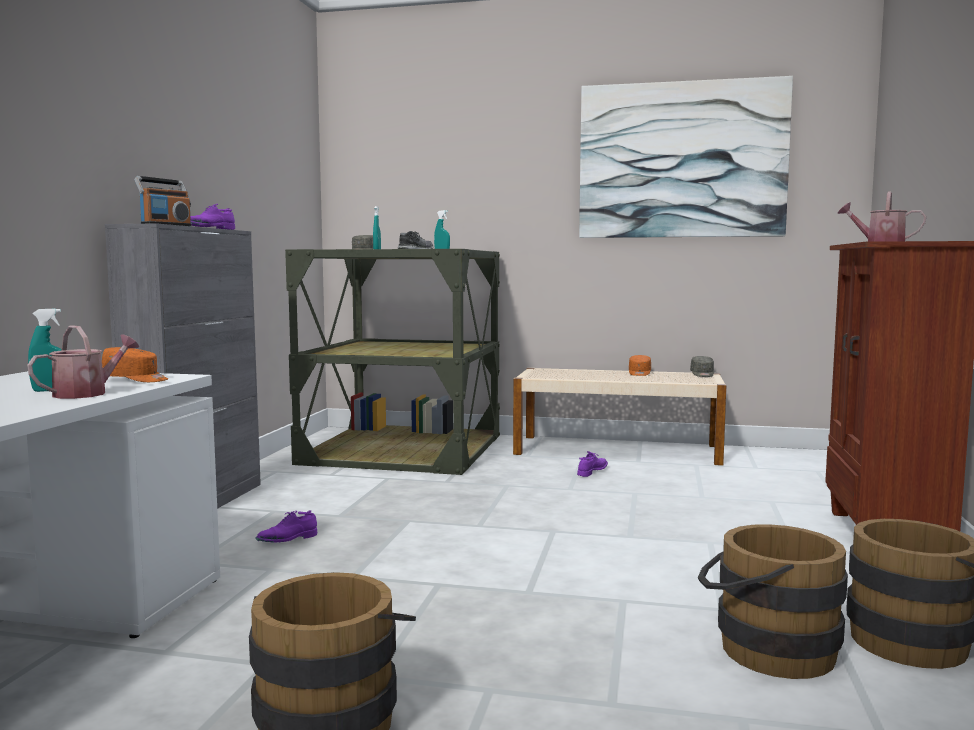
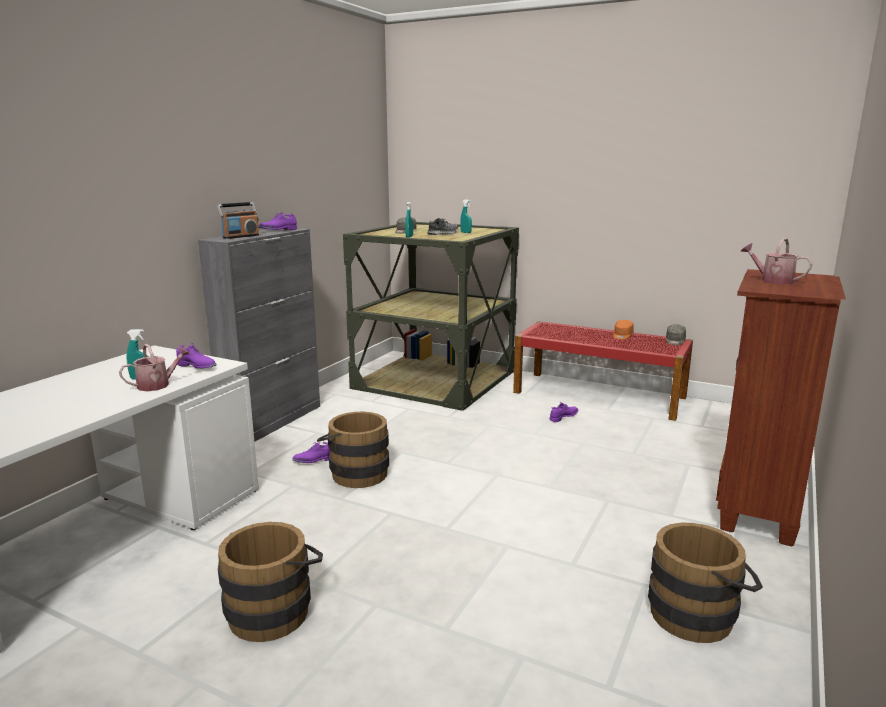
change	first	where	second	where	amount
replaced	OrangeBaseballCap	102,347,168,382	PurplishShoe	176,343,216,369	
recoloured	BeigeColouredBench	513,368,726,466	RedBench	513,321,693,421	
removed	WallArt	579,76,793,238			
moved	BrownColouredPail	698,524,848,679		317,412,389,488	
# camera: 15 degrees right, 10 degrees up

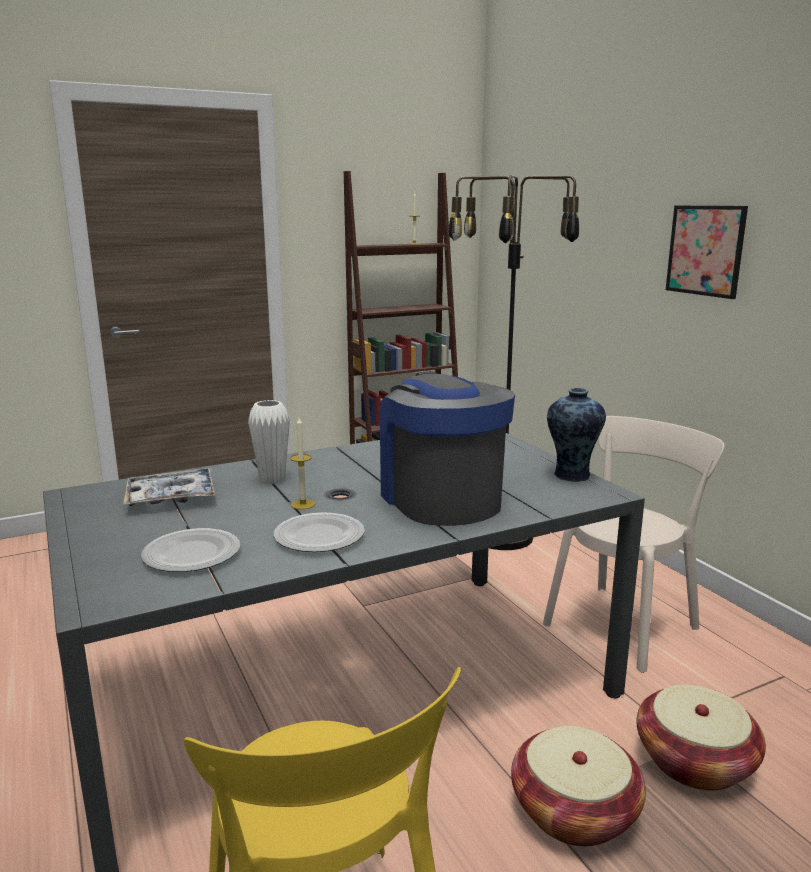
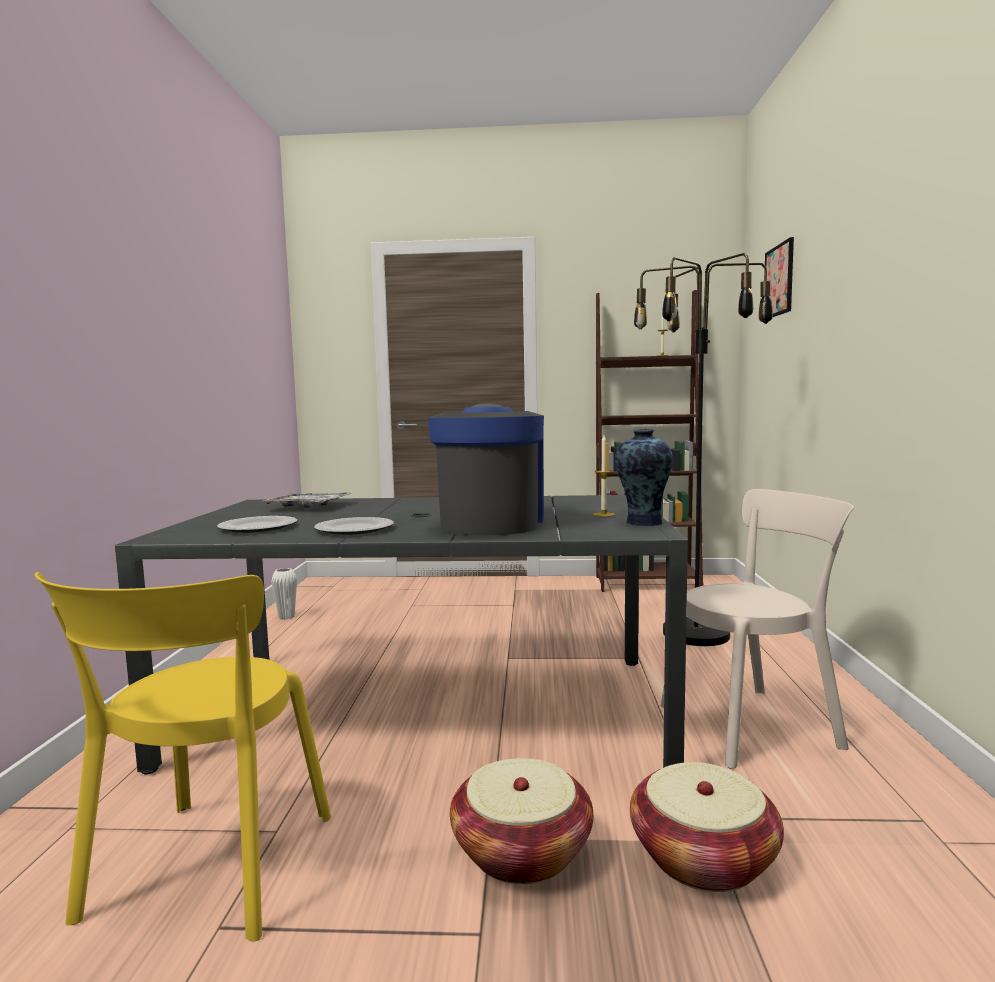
change	first	where	second	where	amount
moved	WhiteColouredDecorativeVase	248,400,290,484		271,568,297,620	
moved	Candle	290,418,315,509		593,435,615,517	
moved	WallArt	666,206,748,299		765,237,794,317	
# camera: 30 degrees right, 10 degrees down

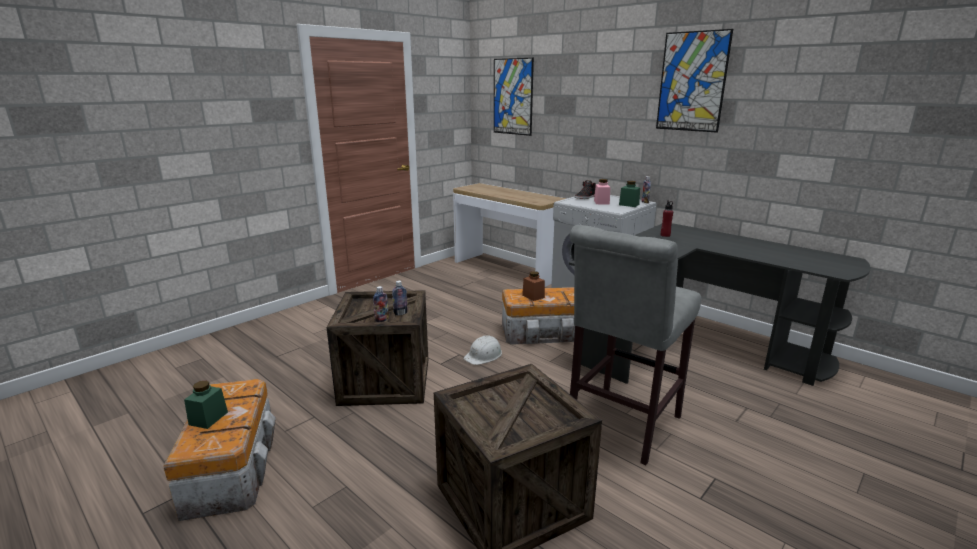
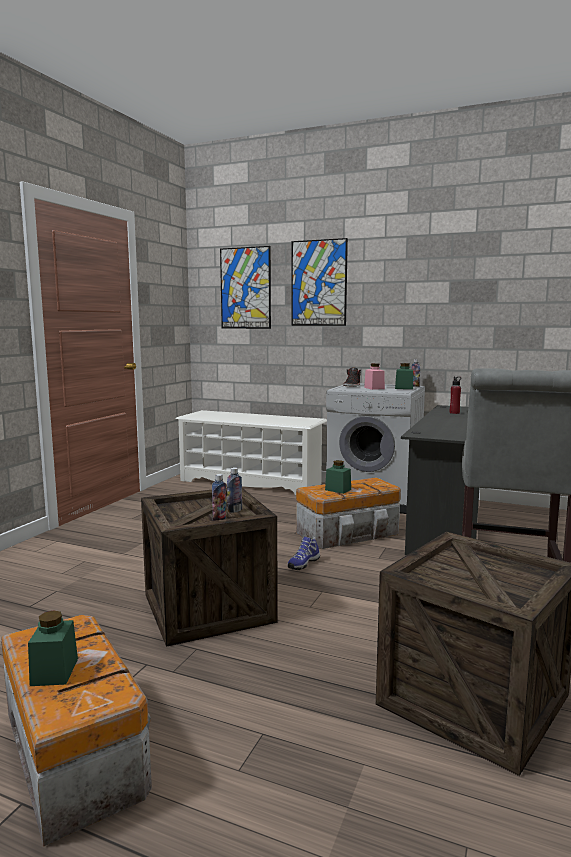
change	first	where	second	where	amount
replaced	NarrowTable	453,183,567,287	WhiteColouredShoeStand	176,410,327,495	
replaced	WhiteColouredSafetyHelmet	464,335,502,365	Shoe	288,537,320,570	
recoloured	BrownColouredPreserveJar	522,271,545,301	GreenColouredPreserveJar	325,460,351,494	
moved	WallArt	656,29,733,133		291,238,348,326	
# camera: 20 degrees left, 10 degrees down

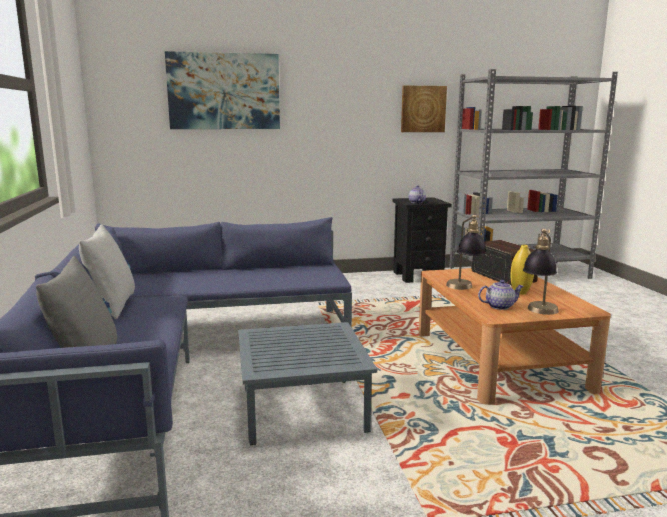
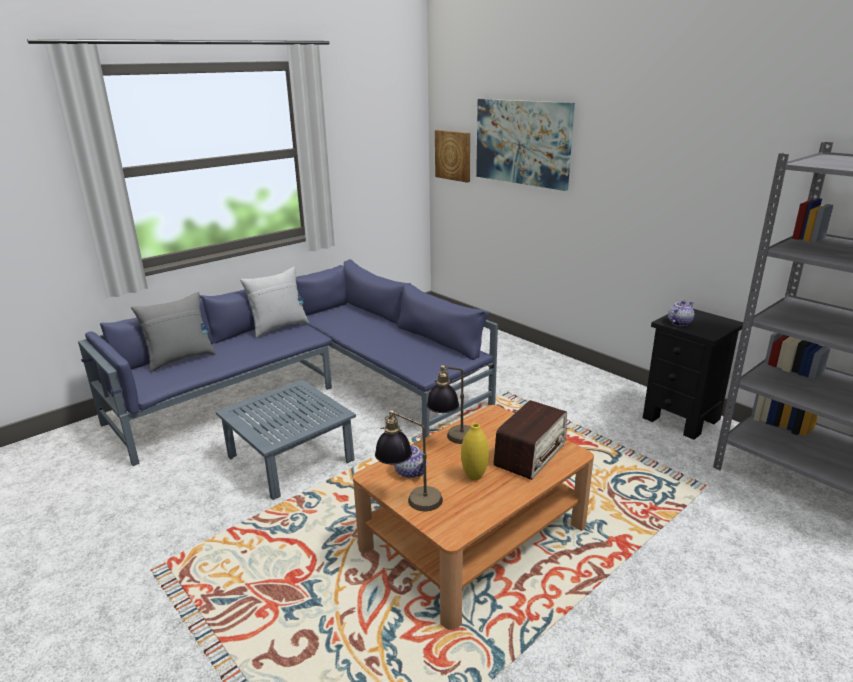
change	first	where	second	where	amount
moved	WallArt	401,86,447,132		435,130,470,182	
# camera: 60 degrees right, 10 degrees up

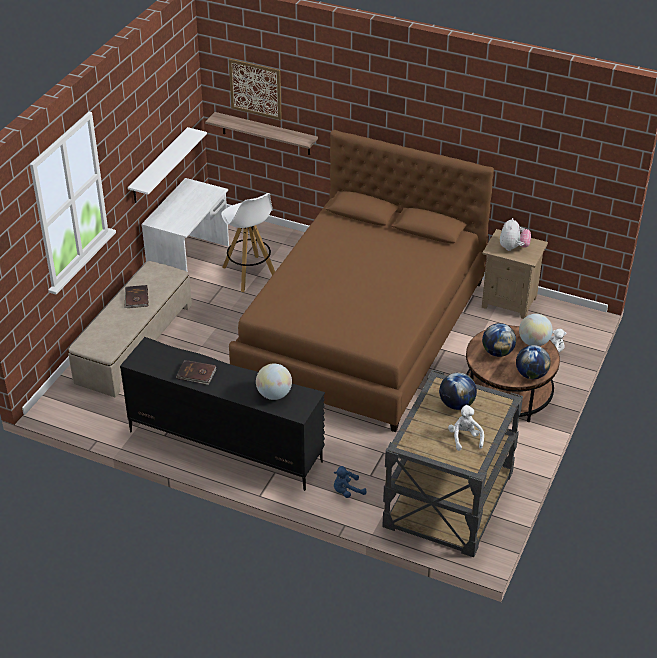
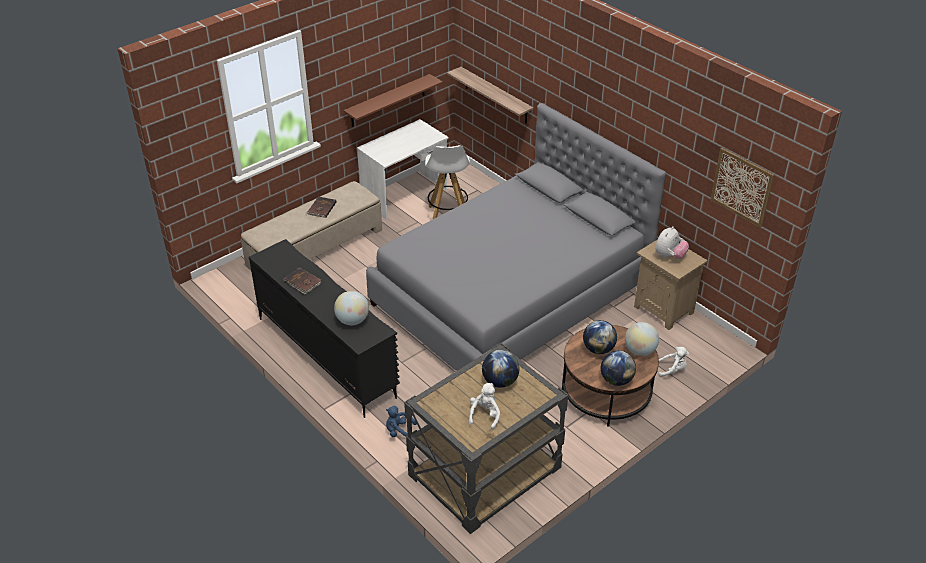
change	first	where	second	where	amount
recoloured	WhiteColouredShelf	128,127,207,203	BrownColouredShelf	344,74,443,127	
moved	WallArt	229,59,282,120		711,148,774,228	
recoloured	BrownColouredBedroomBed	229,130,494,432	GreyBedroomBed	366,103,666,371	
# camera: 25 degrees right, 0 degrees up

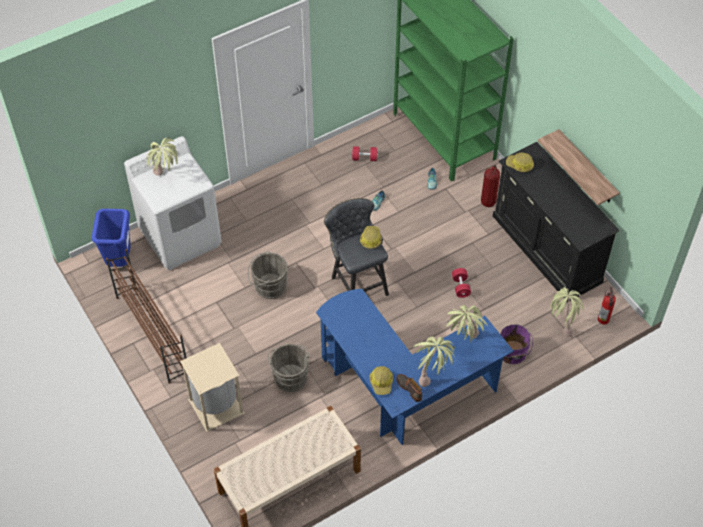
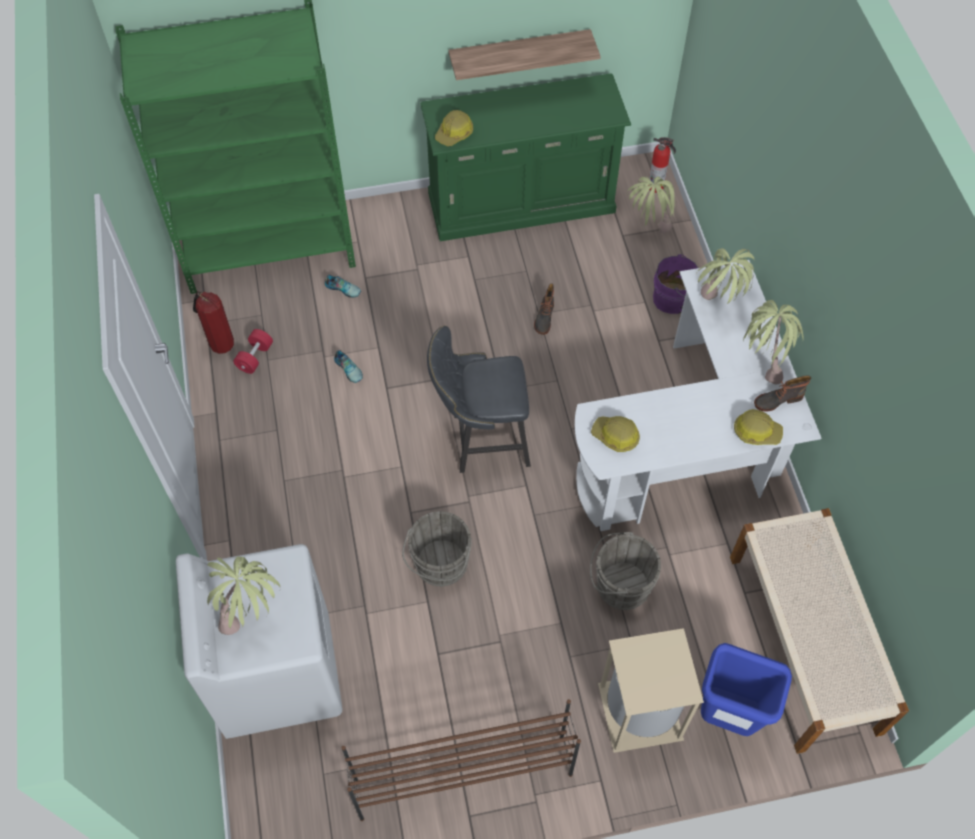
change	first	where	second	where	amount
moved	BlueWasteBin	92,209,130,267		701,643,792,736	
recoloured	BlueDeskTable	316,289,514,445	WhiteColouredDeskTable	575,260,821,531	
moved	SafetyHelmet	360,226,382,249		591,416,640,452	
replaced	RedFreeWeight	452,268,471,298	TallBoot	534,283,554,335	
moved	FireFightingCylinder	481,165,500,207		193,291,234,354	
recoloured	BlackishStorageCabinet	493,142,619,302	GreenColouredStorageCabinet	420,73,631,241	
# camera: 70 degrees left, 5 degrees up

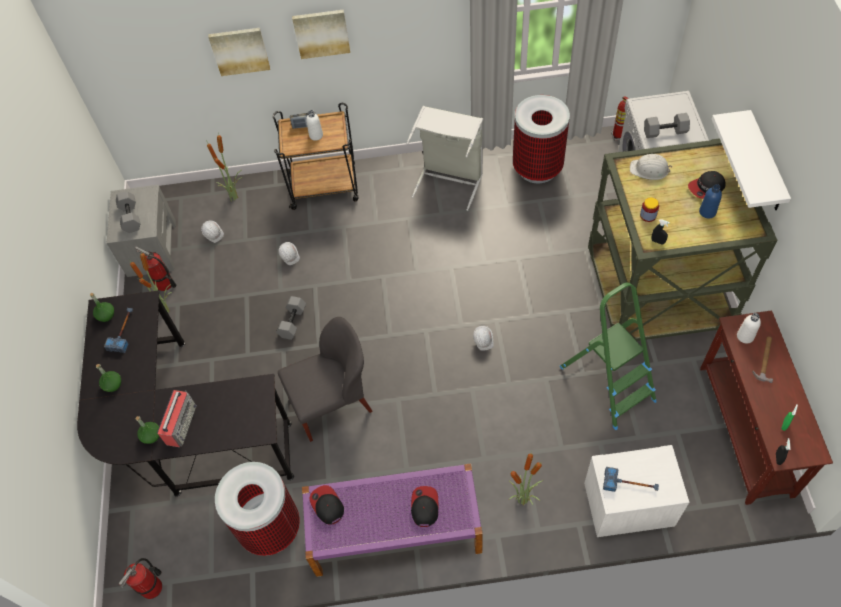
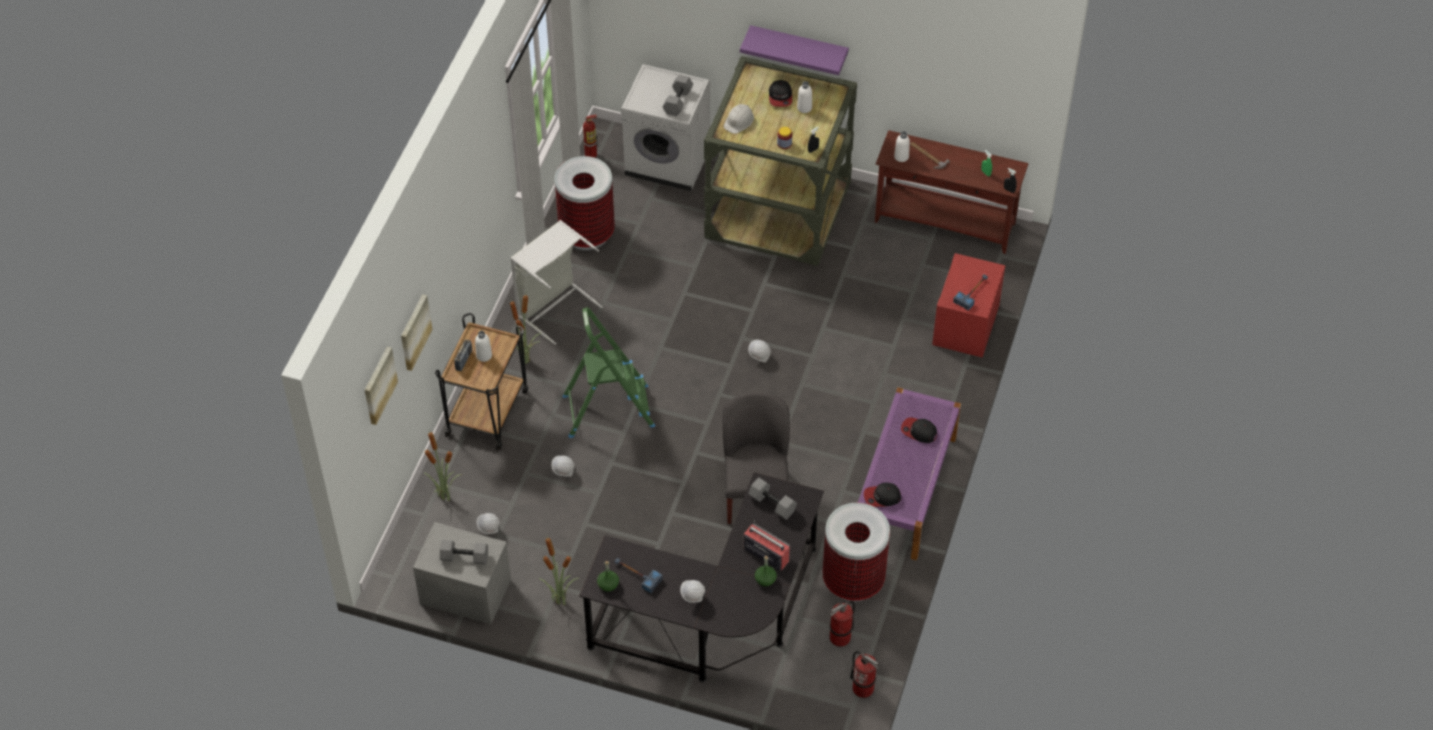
change	first	where	second	where	amount
replaced	GreenColouredBottle	96,364,121,392	WhiteColouredSafetyHelmet	680,580,705,603	
moved	FireFightingCylinder	135,246,176,291		830,601,855,647	
moved	GreyFreeWeight	276,296,306,340		748,478,797,520	
moved	WallArt	292,9,350,59		365,346,398,425	
moved	PottedPlant	509,452,543,505		510,295,541,364	
moved	GreenColouredStepStool	560,283,657,430		563,307,655,438	
recoloured	WhiteColouredNightTable	584,445,689,537	RedNightTable	932,253,1005,358	
recoloured	BlueBottle	699,184,722,218	WhiteColouredBottle	797,81,812,113	
recoloured	WhiteColouredShelf	712,110,791,210	PurplishShelf	740,25,849,75	
# camera: 70 degrees left, 5 degrees down

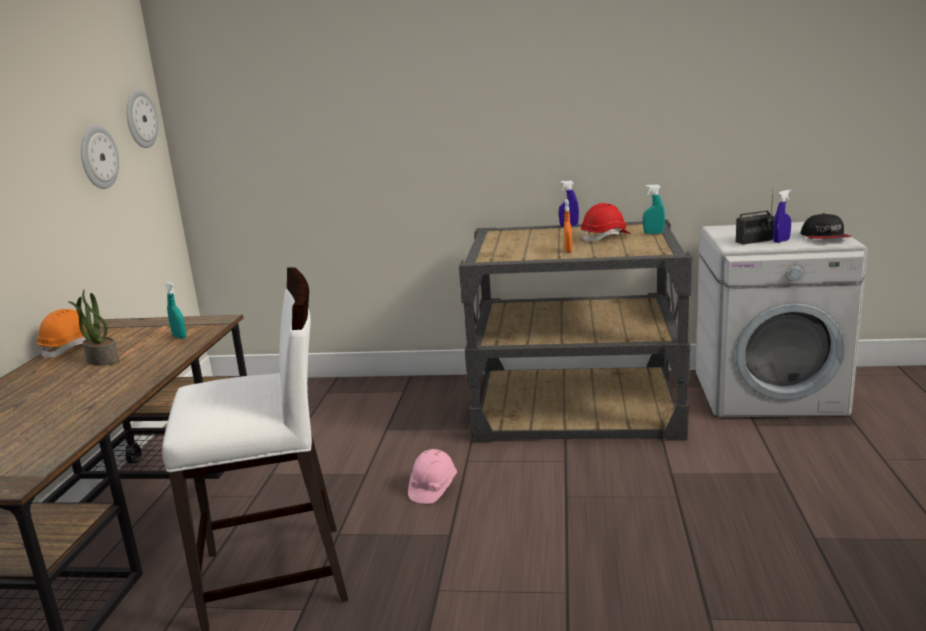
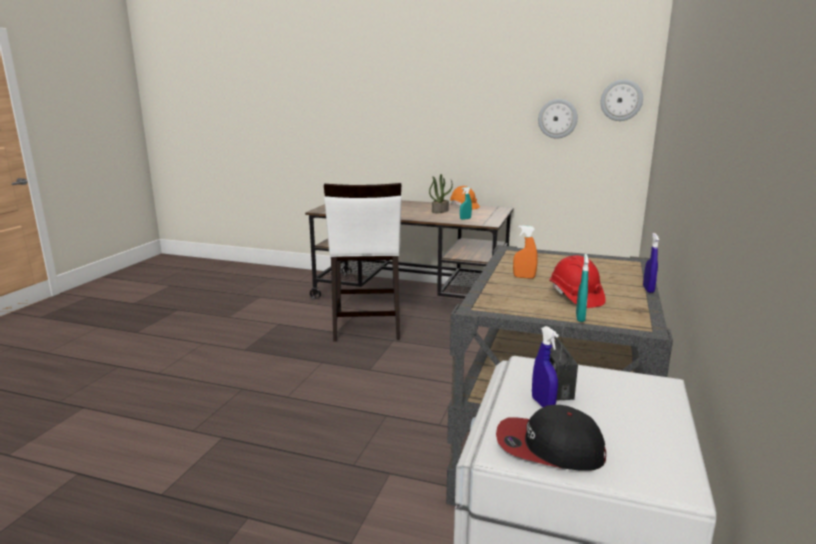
change	first	where	second	where	amount
removed	PinkishSafetyHelmet	408,449,457,504			
# camera: 100 degrees right, 0 degrees up

